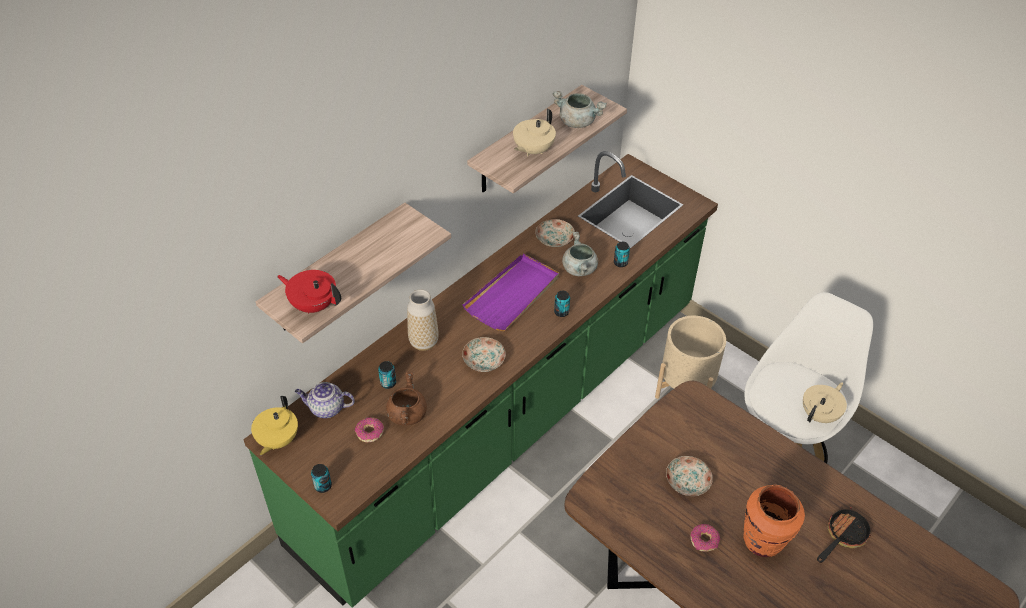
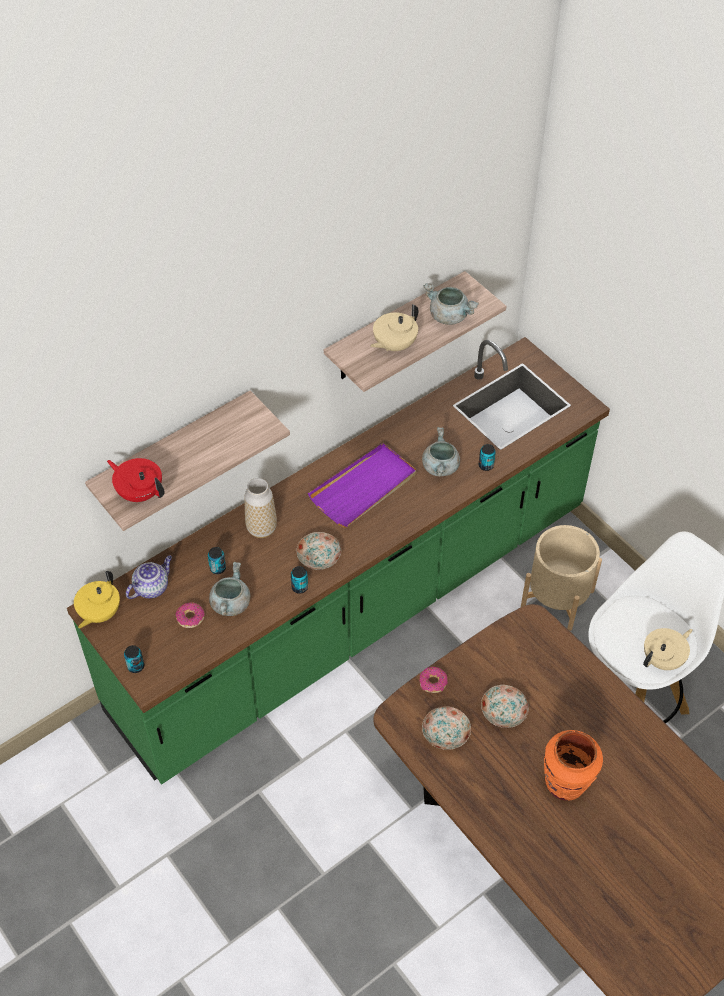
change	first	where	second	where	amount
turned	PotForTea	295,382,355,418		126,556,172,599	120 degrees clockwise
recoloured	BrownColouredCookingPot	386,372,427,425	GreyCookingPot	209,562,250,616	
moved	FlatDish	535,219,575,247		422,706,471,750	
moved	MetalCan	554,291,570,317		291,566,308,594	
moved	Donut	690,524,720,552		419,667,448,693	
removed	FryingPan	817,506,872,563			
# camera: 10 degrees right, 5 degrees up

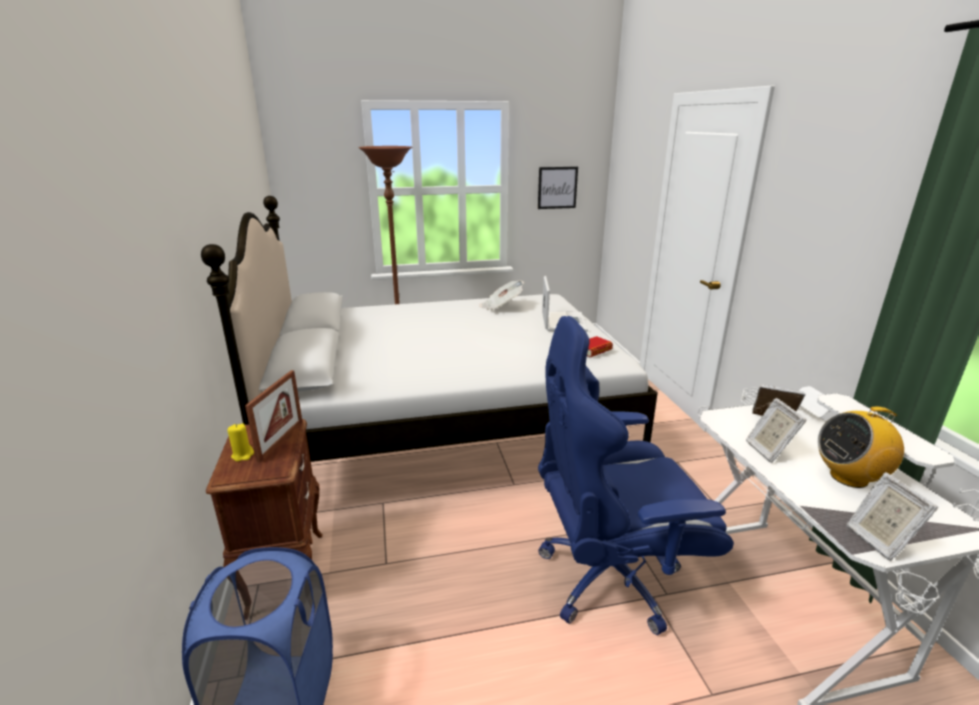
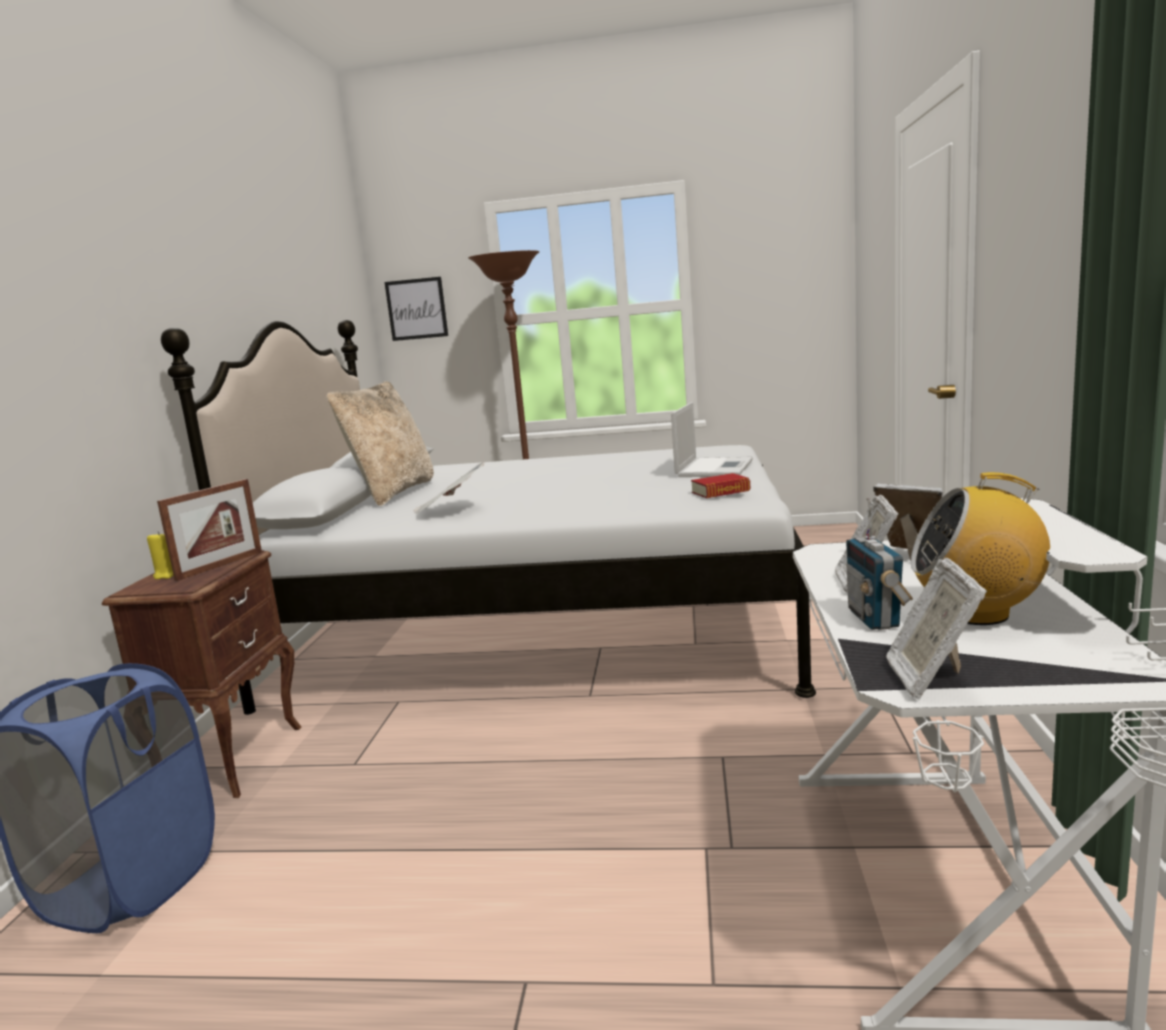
change	first	where	second	where	amount
moved	Newspaper	479,280,524,310		413,462,484,515	
moved	WallArt	538,167,578,209		384,277,448,341	
removed	BlueOfficeChair	538,316,734,635			
added			BeigeColouredPillow	327,381,434,507	
added			RadioSet	846,498,913,630	
# camera: 20 degrees right, 10 degrees down

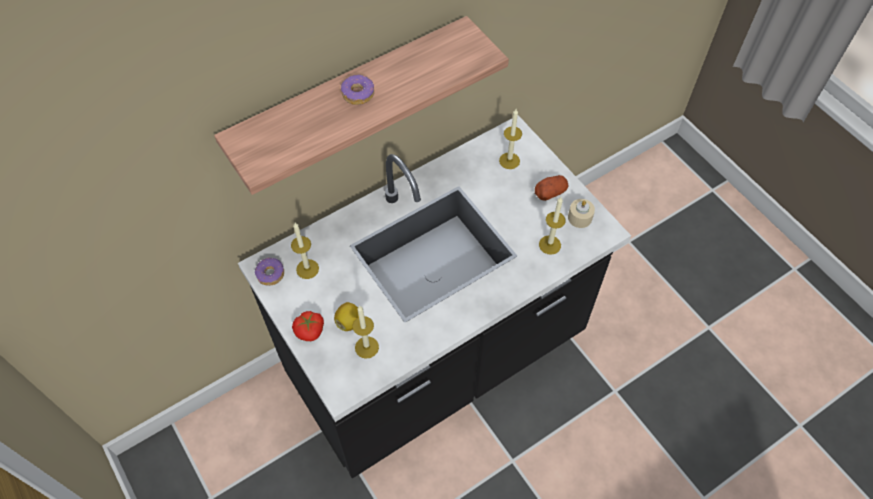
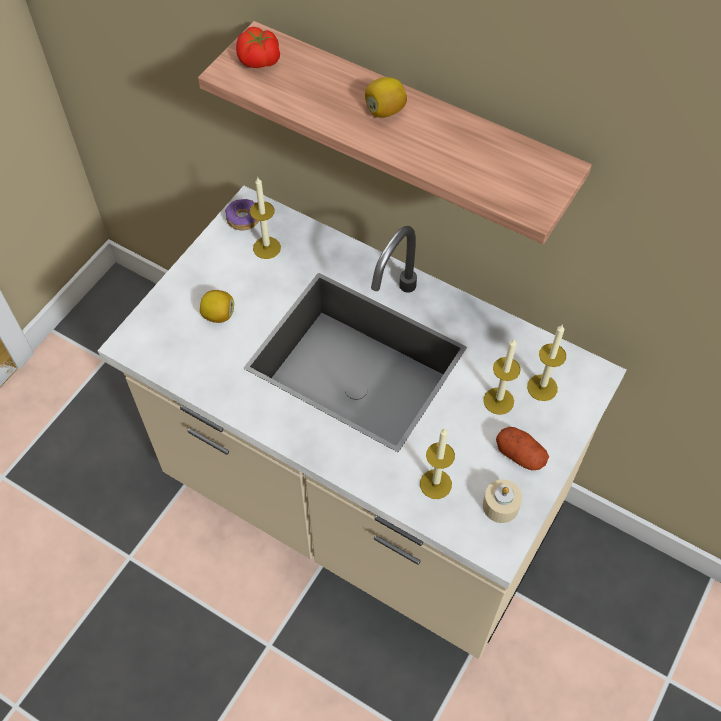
change	first	where	second	where	amount
recoloured	BlackishCounter	238,115,631,478	BeigeColouredCounter	98,186,626,659	
moved	Tomato	292,311,324,341		236,27,280,68	
replaced	Donut	341,75,374,105	WholeLemon	365,77,407,118	
moved	Candle	352,306,379,359		483,339,521,415	
# camera: 65 degrees right, 0 degrees up

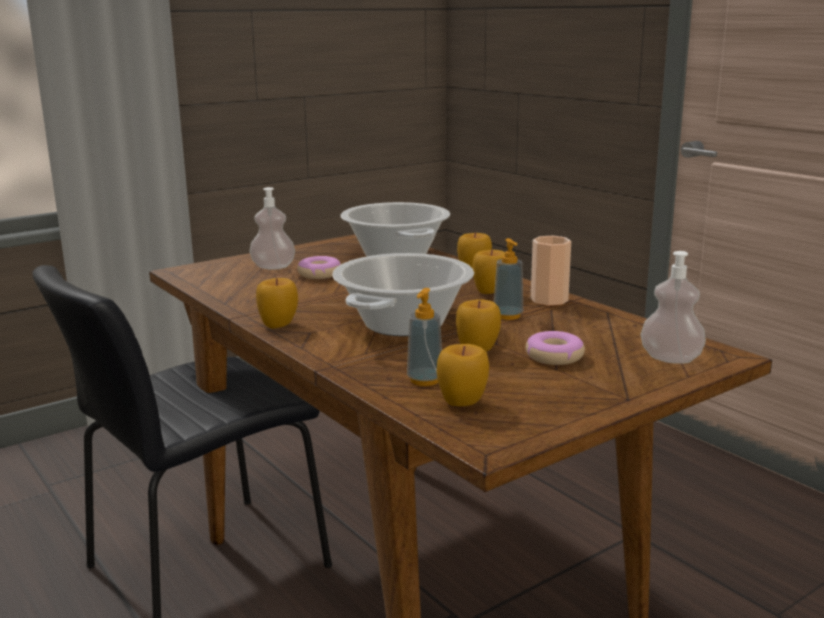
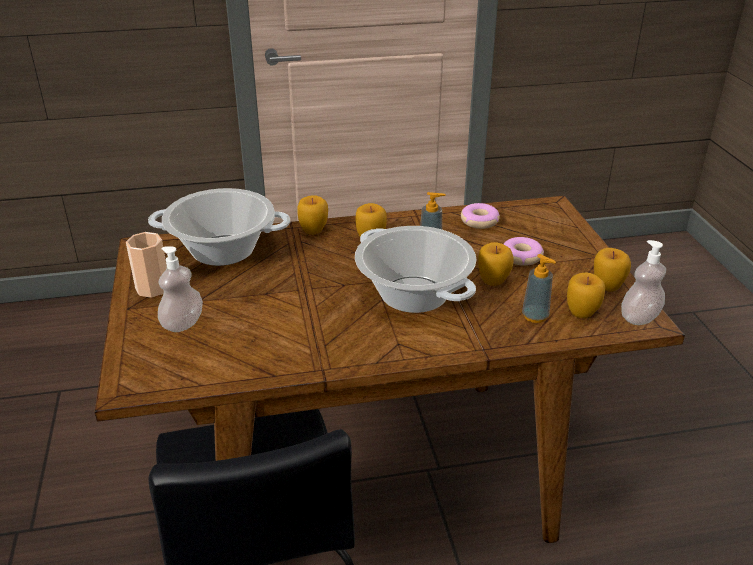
change	first	where	second	where	amount
moved	AppleFruit	256,278,298,328		594,248,631,291	
moved	Donut	297,256,341,279		461,203,500,229	
moved	DrinkingCup	531,236,571,306		126,232,167,298	
moved	SoapBottle	640,251,706,364		621,240,666,325	
# camera: 65 degrees left, 15 degrees up

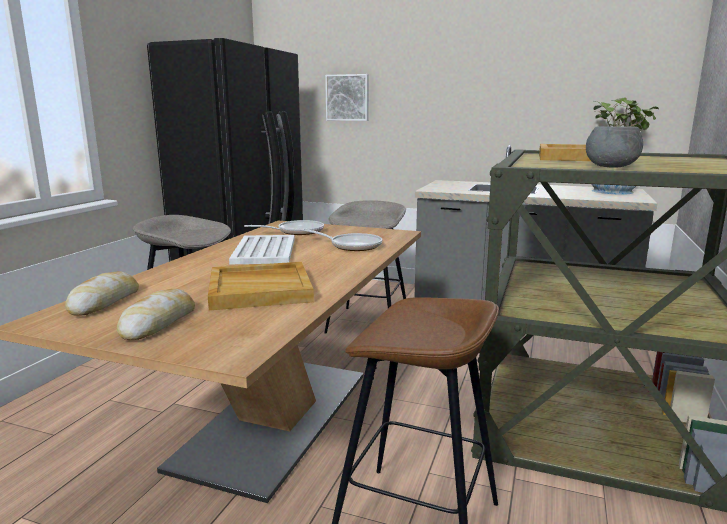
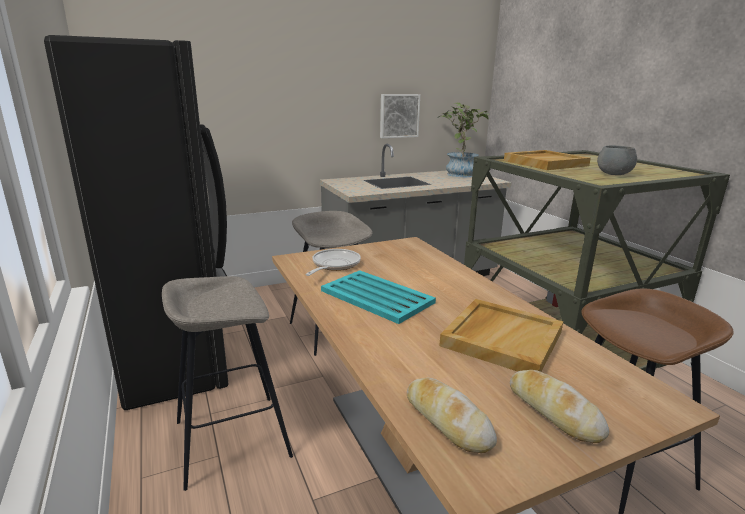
change	first	where	second	where	amount
recoloured	WhiteColouredTray	229,235,295,264	TurquoiseTray	321,270,436,324	
removed	FryingPan	301,229,382,251			
moved	WallArt	325,74,369,121		380,94,420,138	
# camera: 45 degrees left, 5 degrees up

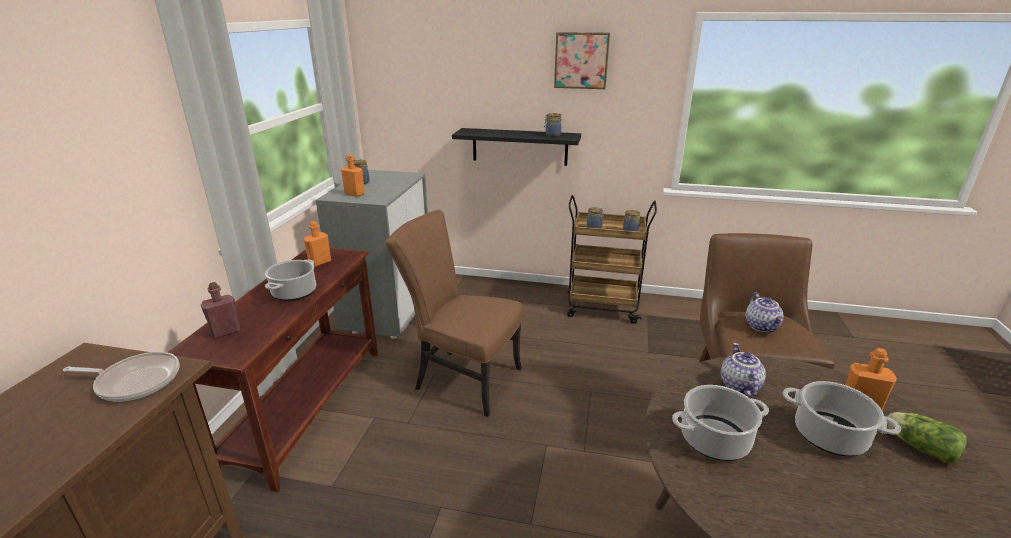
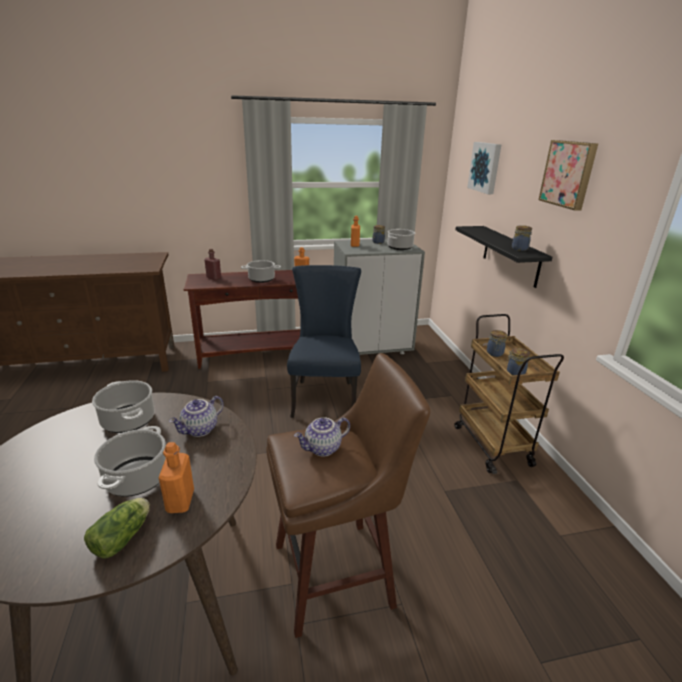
change	first	where	second	where	amount
removed	FryingPan	63,352,180,401			
recoloured	BrownColouredChair	385,210,523,417	BlueChair	287,265,361,418	
turned	PotForTea	721,343,766,397		169,396,224,437	150 degrees clockwise
added			CookingPot	388,229,415,250	
added			WallArt	467,142,501,194	
# camera: 65 degrees right, 0 degrees up

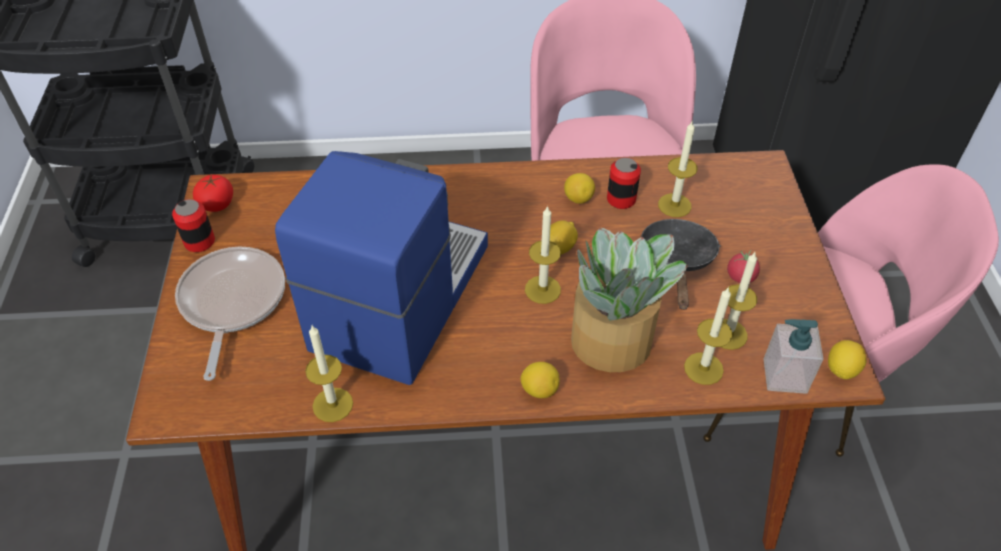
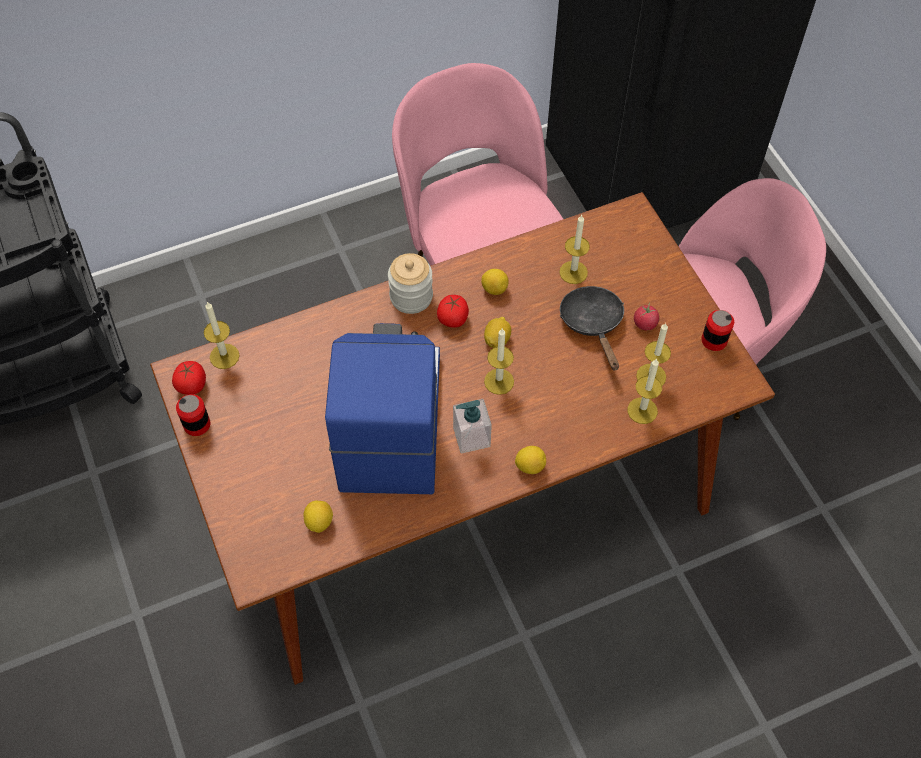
change	first	where	second	where	amount
removed	FryingPan	175,247,285,381			
moved	Candle	305,326,353,422		204,302,240,369	
removed	PottedPlant	571,228,688,372			
moved	MetalCan	607,157,641,209		701,310,734,351	
moved	SoapBottle	764,319,823,394		453,399,492,454	
moved	WholeLemon	828,340,866,379		303,500,333,533	
added			PreserveJar	388,253,433,314	
added			Tomato	437,295,469,328	
# camera: 20 degrees left, 10 degrees up

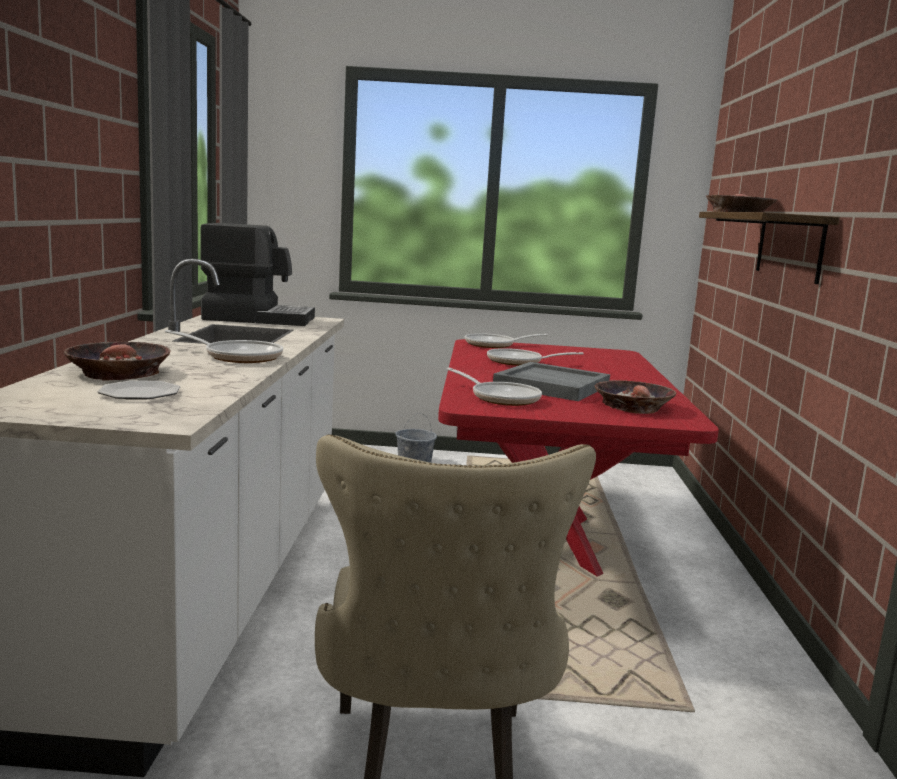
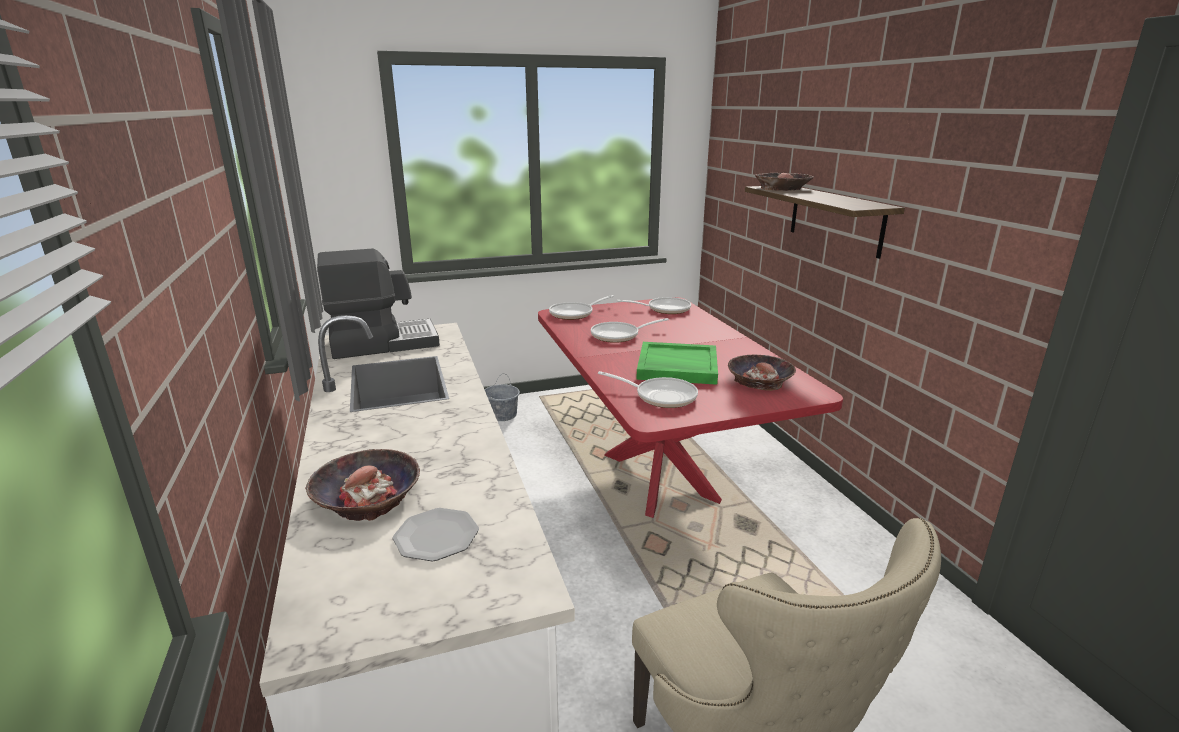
change	first	where	second	where	amount
moved	FryingPan	165,330,283,363		617,297,691,314	
recoloured	GreyTray	493,362,610,401	GreenColouredTray	636,342,718,385	
# camera: 20 degrees left, 10 degrees up

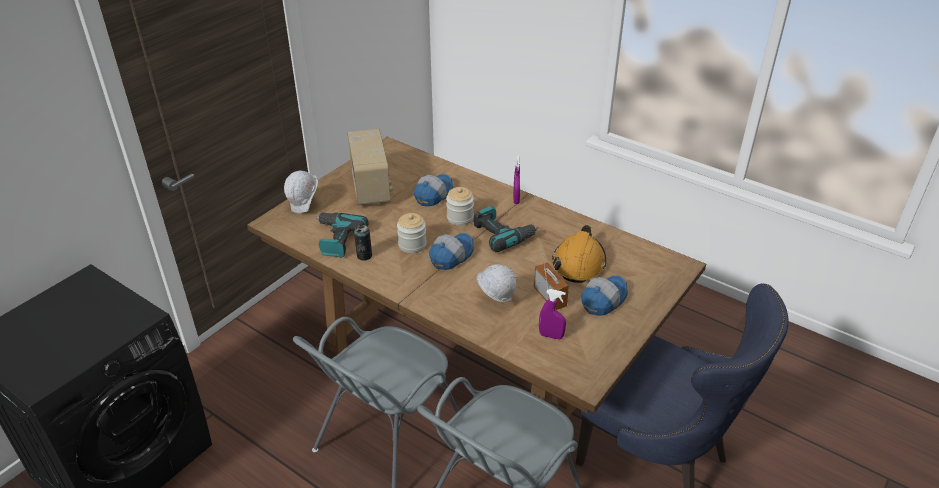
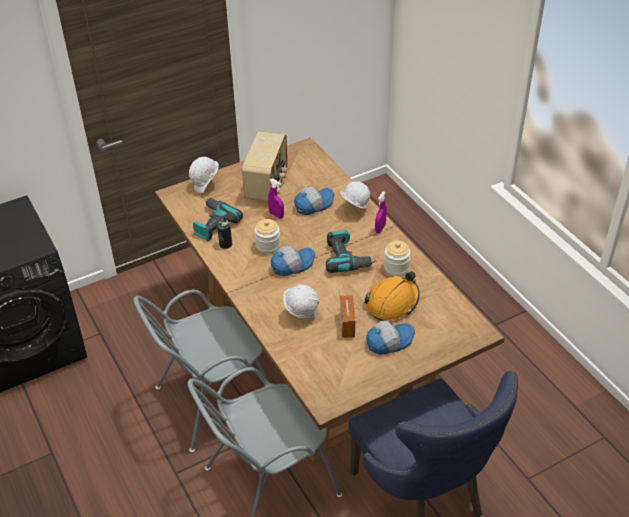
change	first	where	second	where	amount
moved	PreserveJar	446,187,474,226		384,241,410,276	
moved	PurplishHandSprayer	539,289,566,340		268,179,284,219	
added			WhiteColouredSafetyHelmet	340,181,370,208	
# camera: 25 degrees right, 5 degrees up

